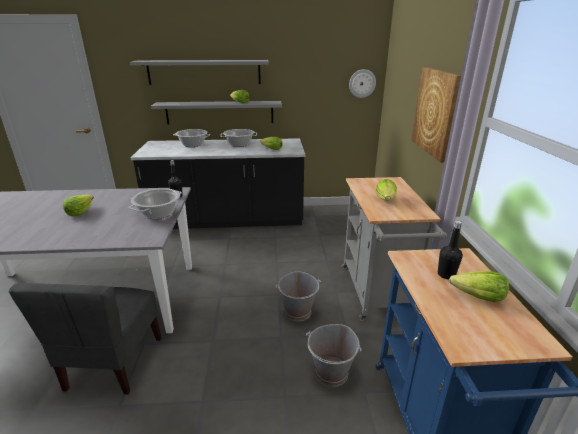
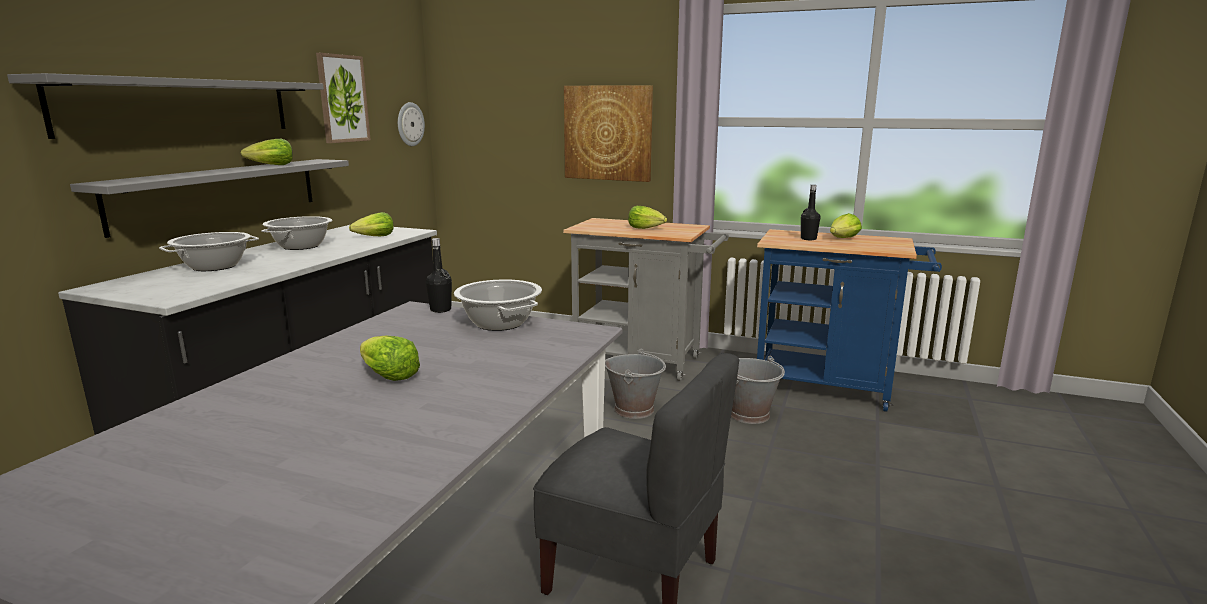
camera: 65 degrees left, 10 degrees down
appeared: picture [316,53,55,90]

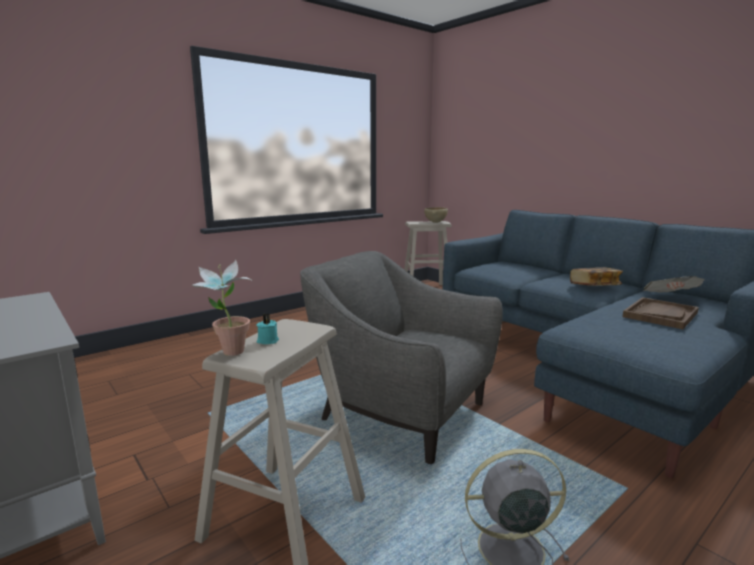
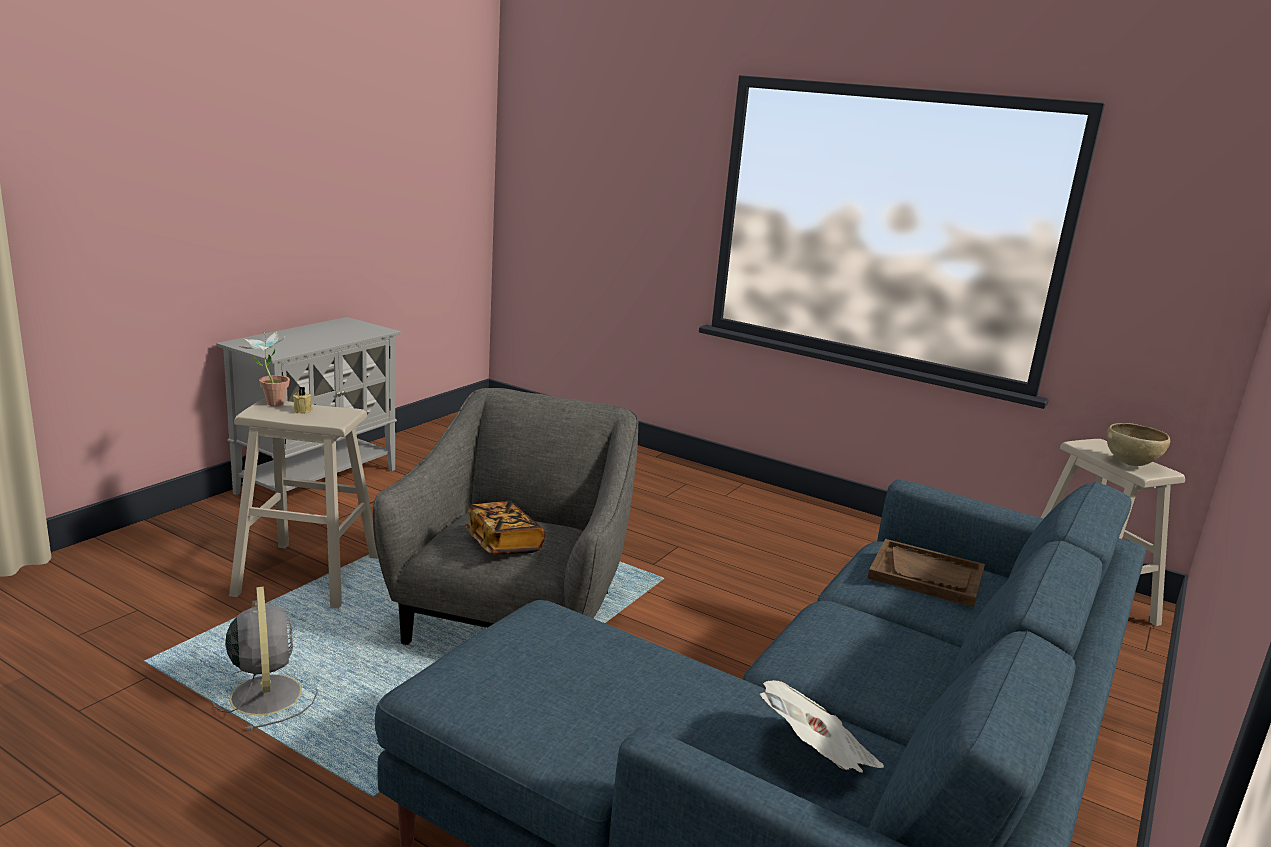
camera: 70 degrees right, 5 degrees up
relocated: book [570,267,53,19] to [465,501,80,54]; brown tray [623,297,76,32] to [868,539,117,68]
colour: turquoise candle [256,313,23,31] to beige candle [293,387,20,27]

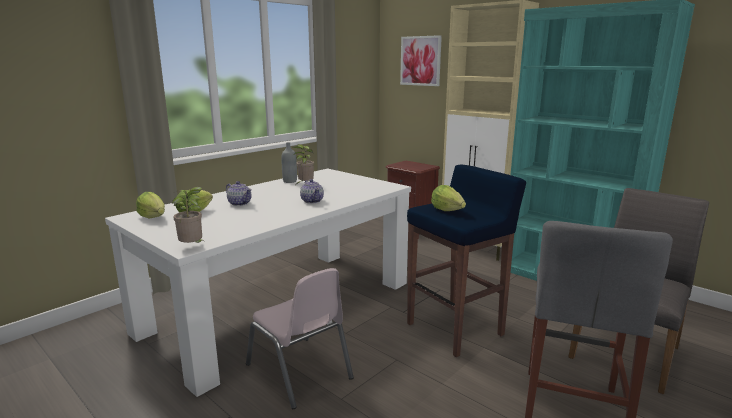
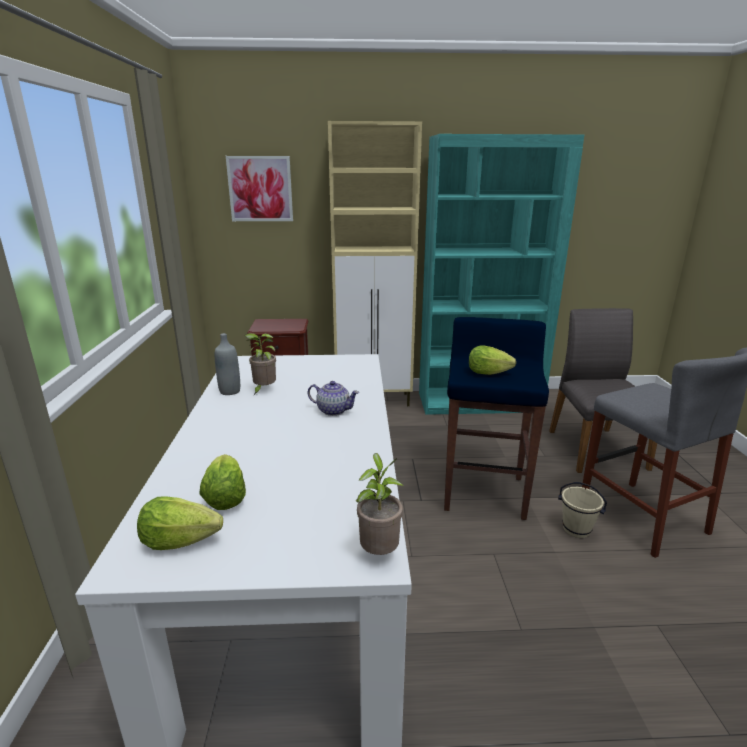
camera: 45 degrees left, 5 degrees up
missing: teapot [226,181,26,25]; pink chair [246,268,108,141]
appeared: beige bucket [558,482,49,56]

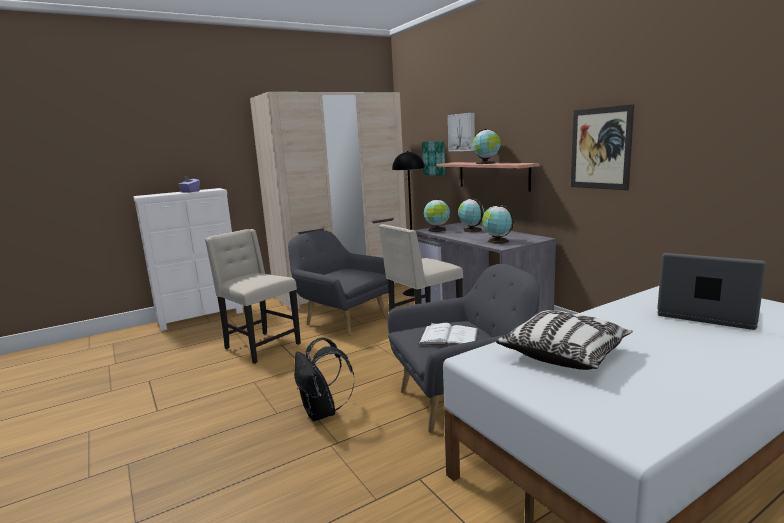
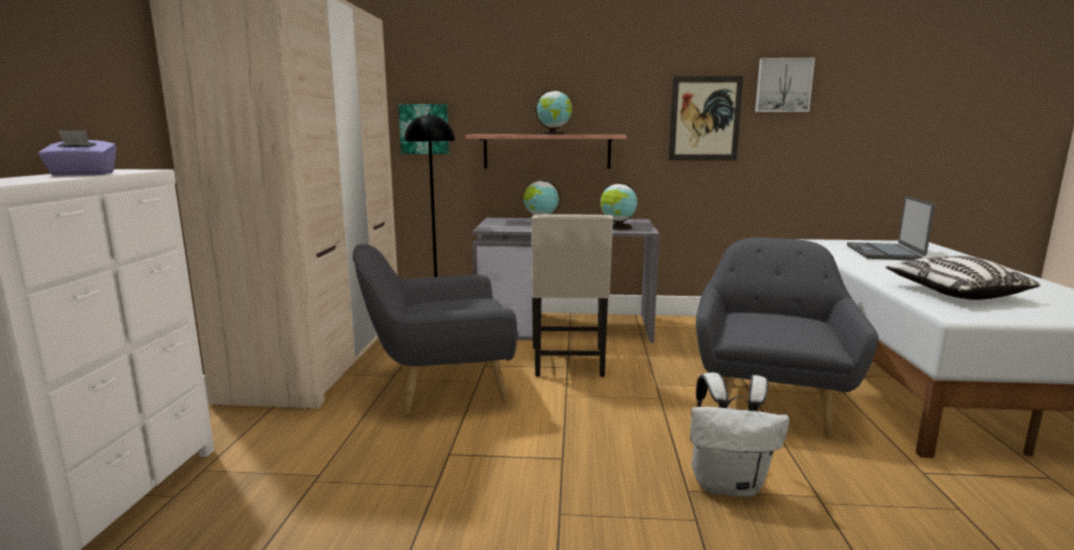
camera: 55 degrees left, 0 degrees up
missing: globe [424,199,26,33]; beige chair [205,229,96,135]; white book [418,323,60,23]
relocated: picture [448,113,27,38] to [755,58,60,54]
colour: black backpack [294,337,61,84] to white backpack [690,373,100,124]
spun: laptop [657,253,109,77] = [847,196,88,64] 60 degrees counterclockwise

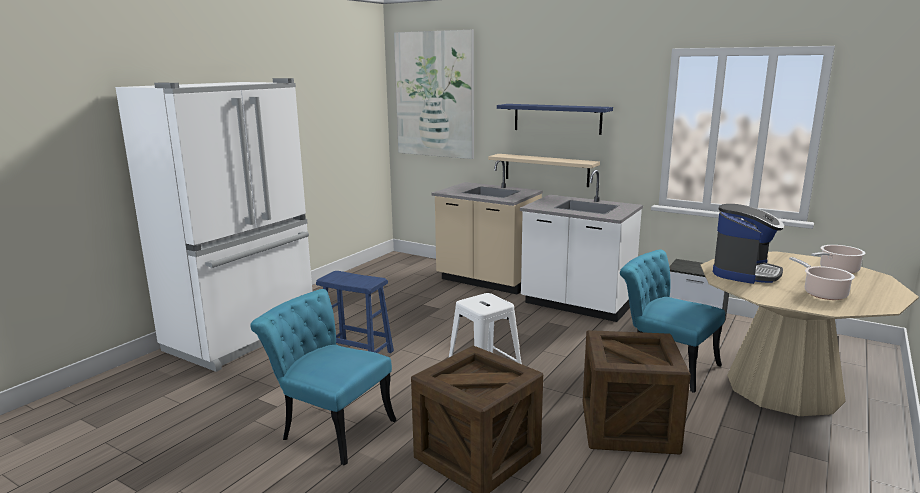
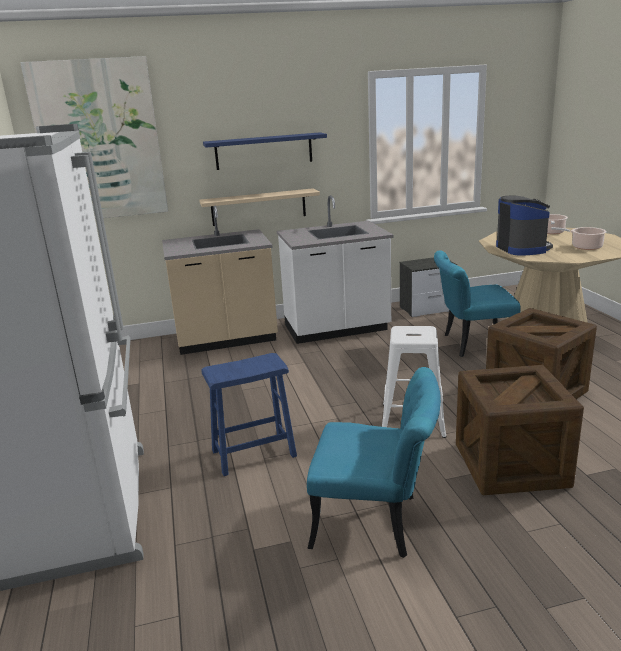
camera: 45 degrees left, 5 degrees up
spun: turquoise chair [250,289,146,177] = [307,367,134,191] 150 degrees counterclockwise

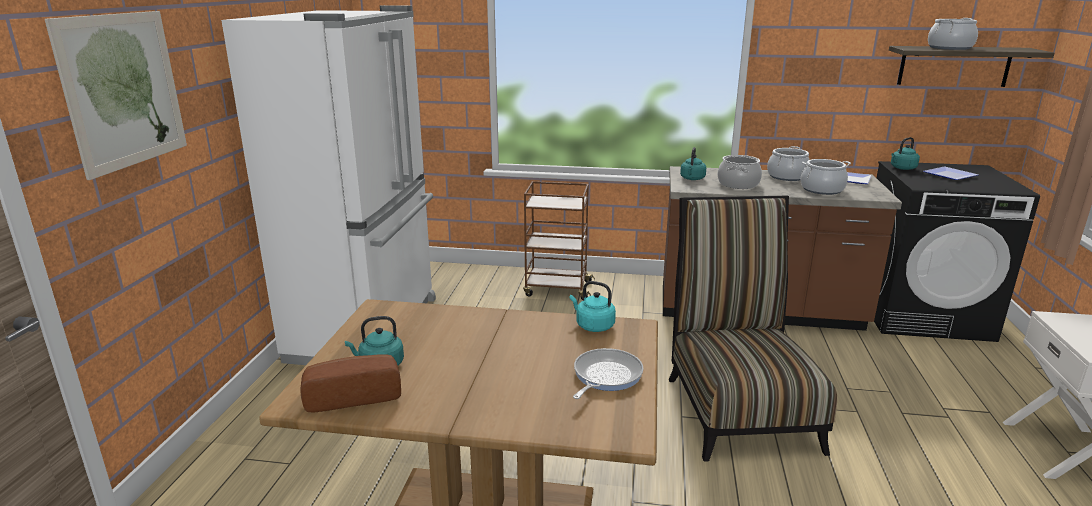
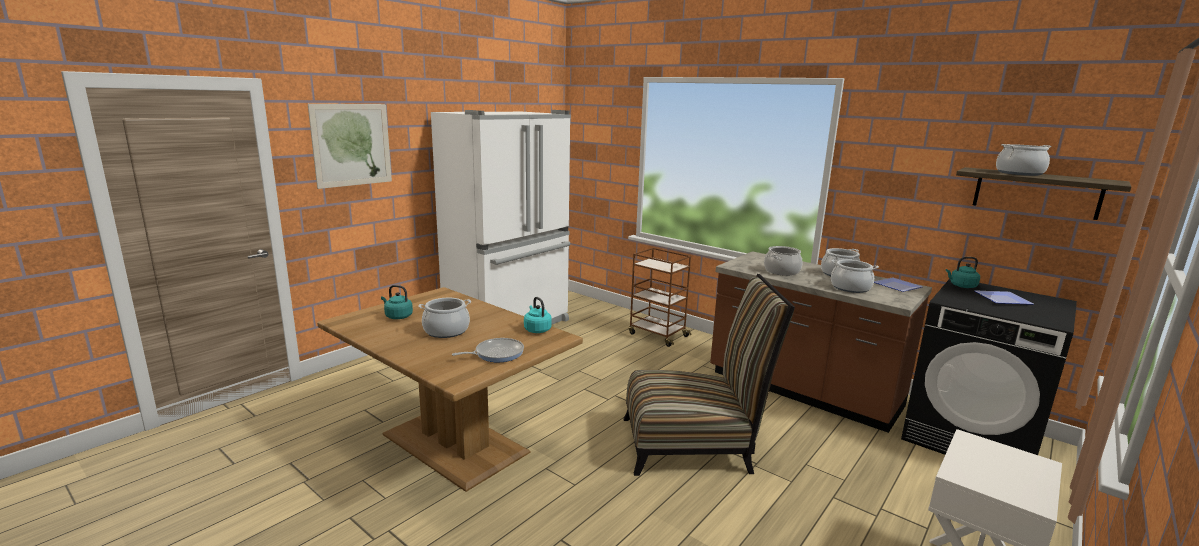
camera: 30 degrees right, 5 degrees down
missing: turquoise kettle [680,147,26,33]; bread [301,354,100,59]
appeared: cooking pot [418,298,53,40]
spun: chair [669,196,168,266] = [624,274,171,202] 60 degrees clockwise

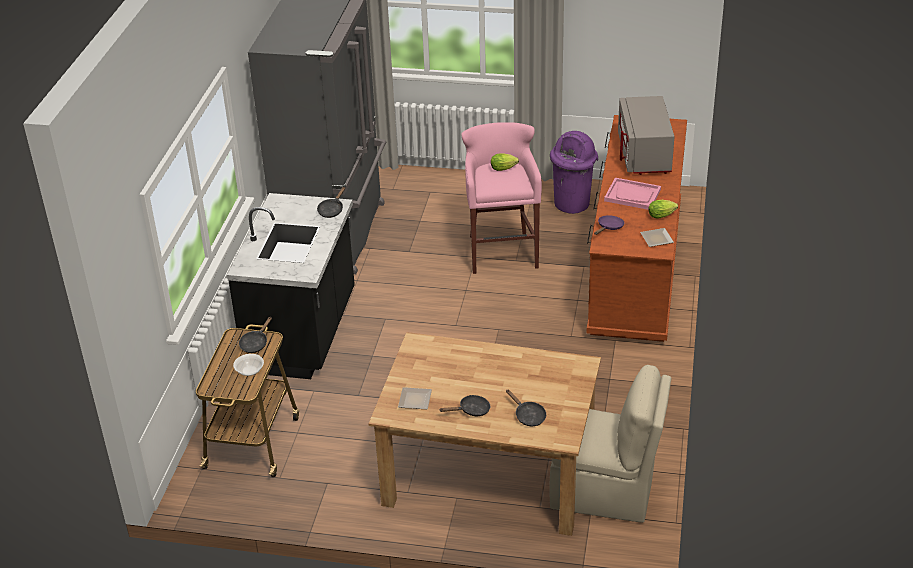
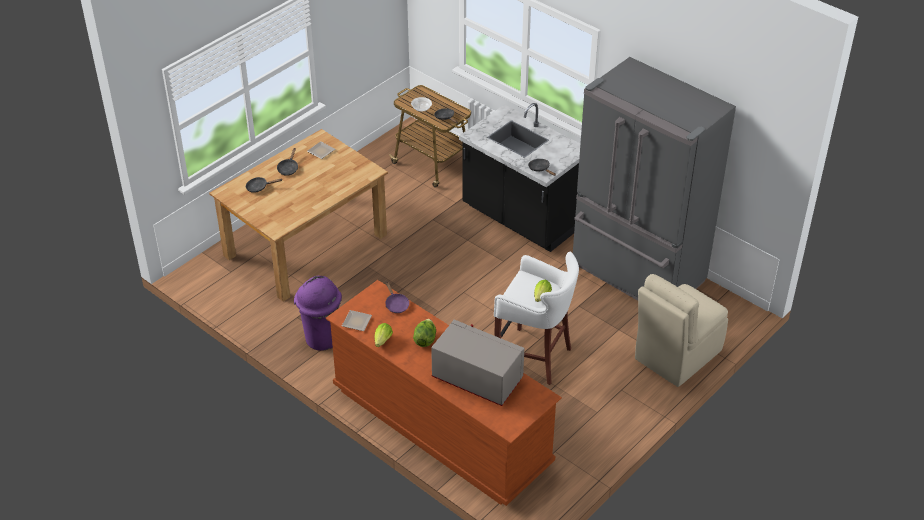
camera: 120 degrees right, 5 degrees up
relocated: purple trash can [550,131,48,83] to [294,276,48,75]; beige chair [549,365,122,158] to [635,274,93,113]
exchanged: pink tray [604,178,57,32] to lettuce [413,319,23,28]
colour: pink stool [461,122,81,152] to white stool [494,252,85,133]

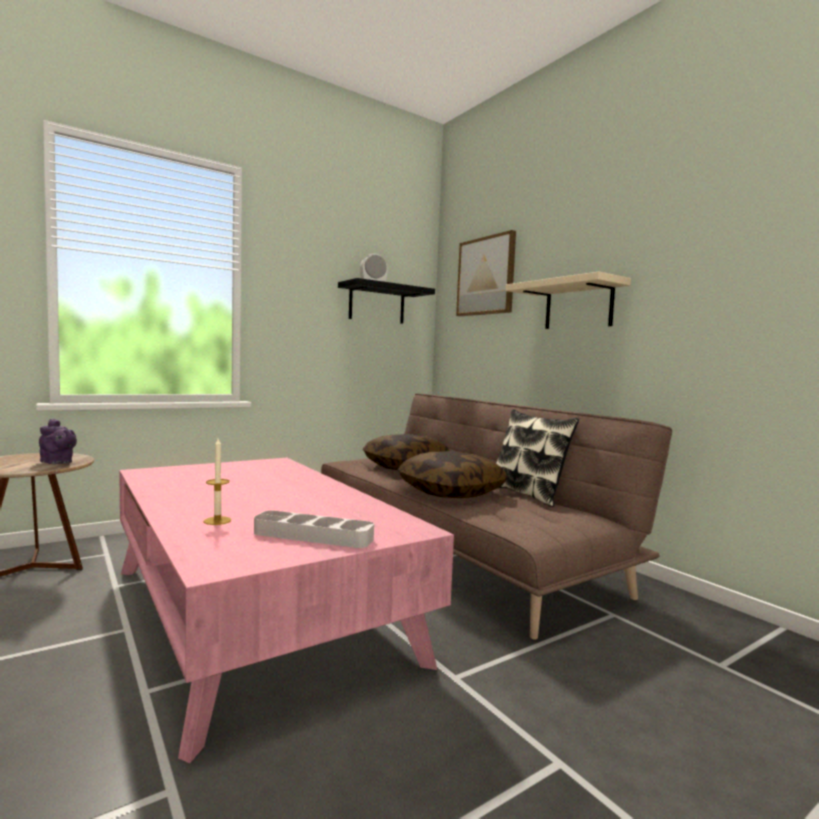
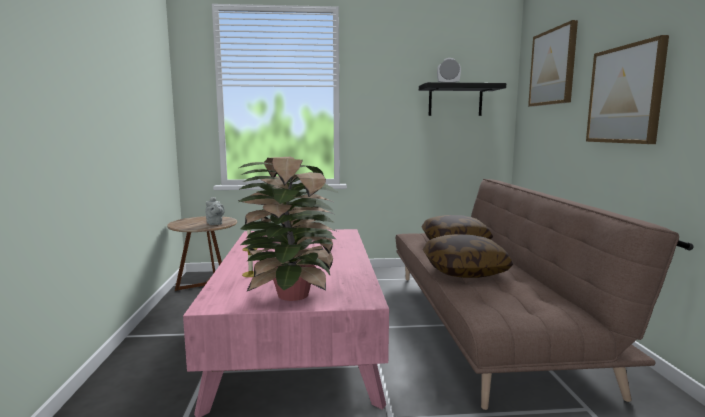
camera: 30 degrees right, 5 degrees up
missing: pillow [496,409,83,98]
exchanged: beige shelf [506,272,125,57] to picture [586,35,83,109]; grey tray [254,510,120,38] to potted plant [238,157,100,144]
colour: purple teapot [39,419,38,45] to grey teapot [205,197,20,28]

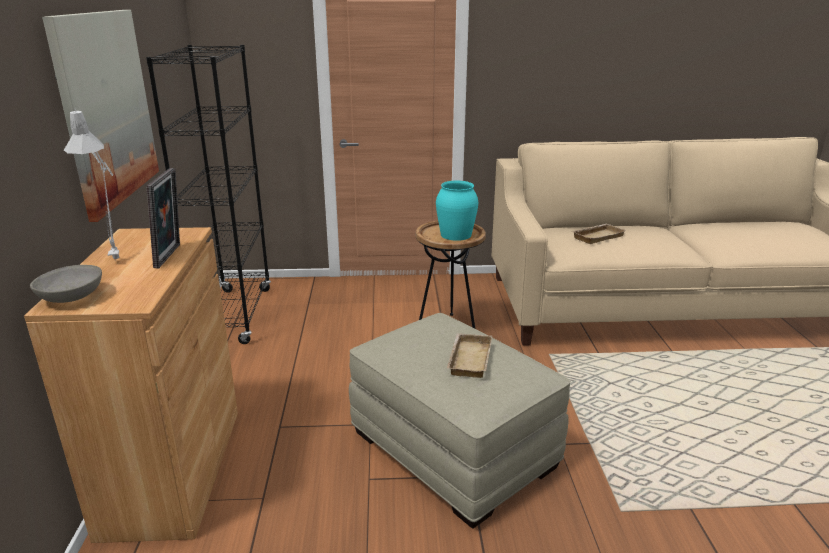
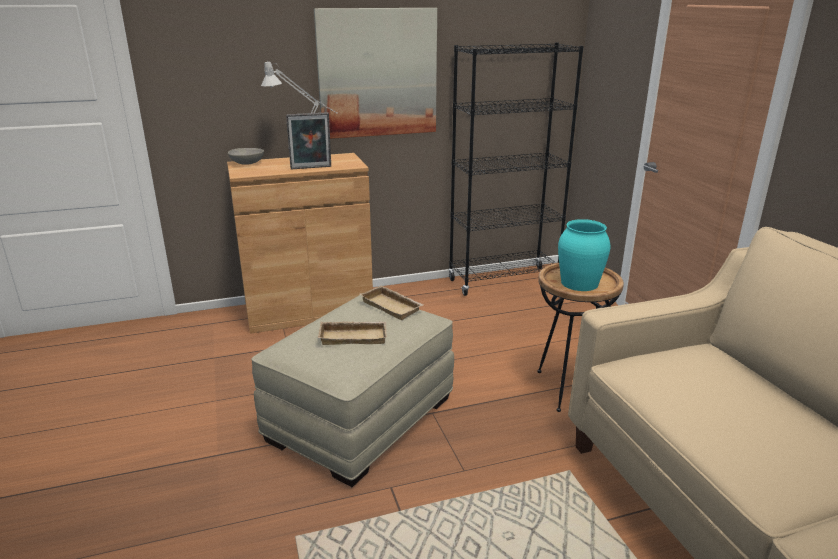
camera: 75 degrees right, 0 degrees up
relocated: beige tray [572,224,54,20] to [360,285,63,35]

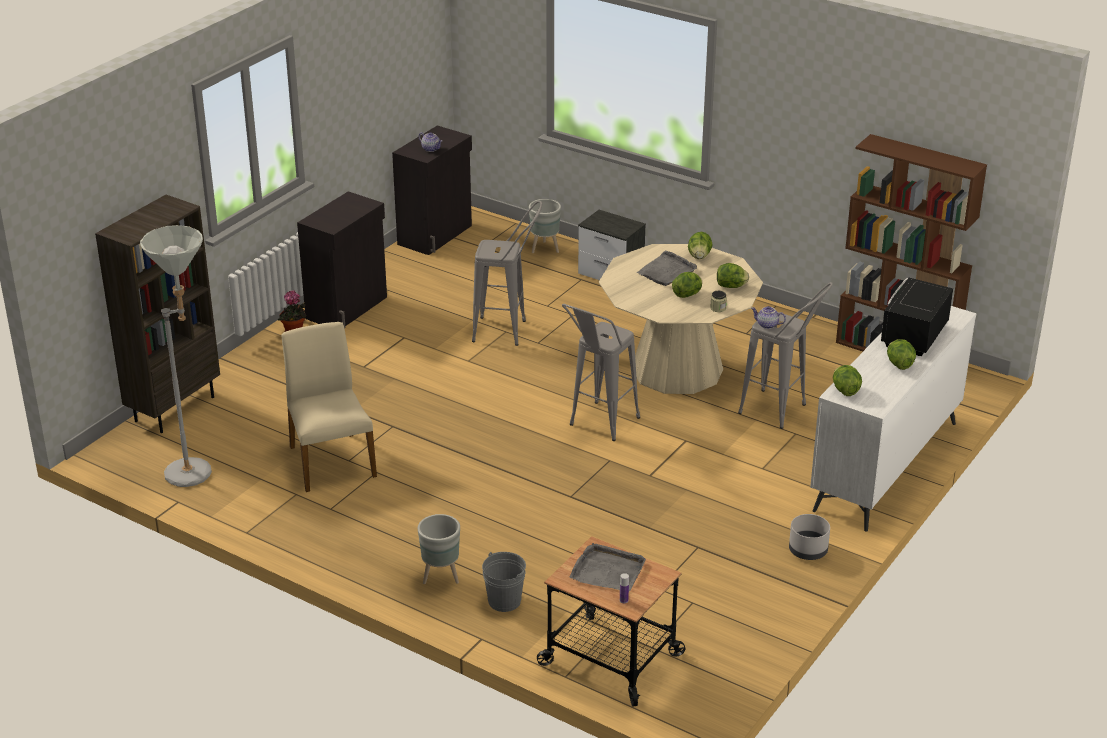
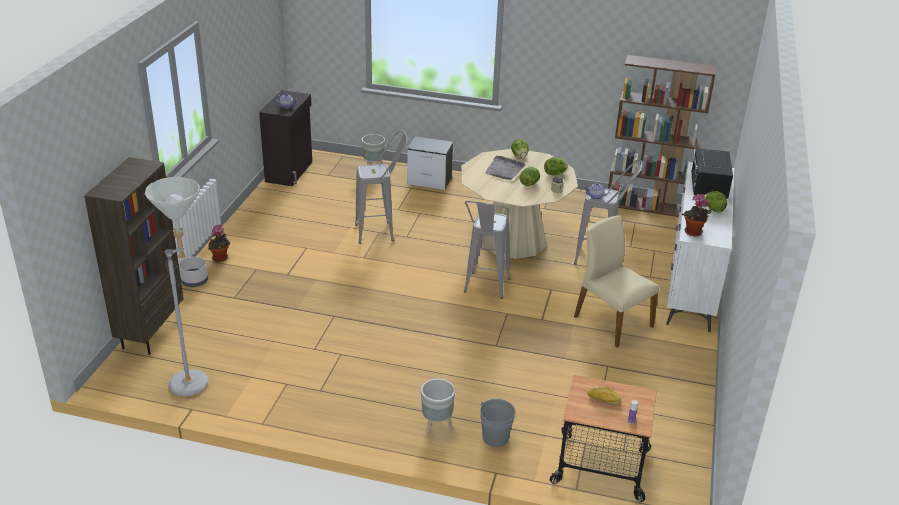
camera: 20 degrees left, 0 degrees up
missing: black cabinet [297,191,90,137]
relocated: beige chair [282,322,95,170] to [574,215,85,132]; grey planter [789,514,41,46] to [179,257,29,30]
exchanged: lettuce [833,365,29,31] to potted plant [682,194,30,42]; grey tray [570,543,76,48] to bread [588,386,33,18]

